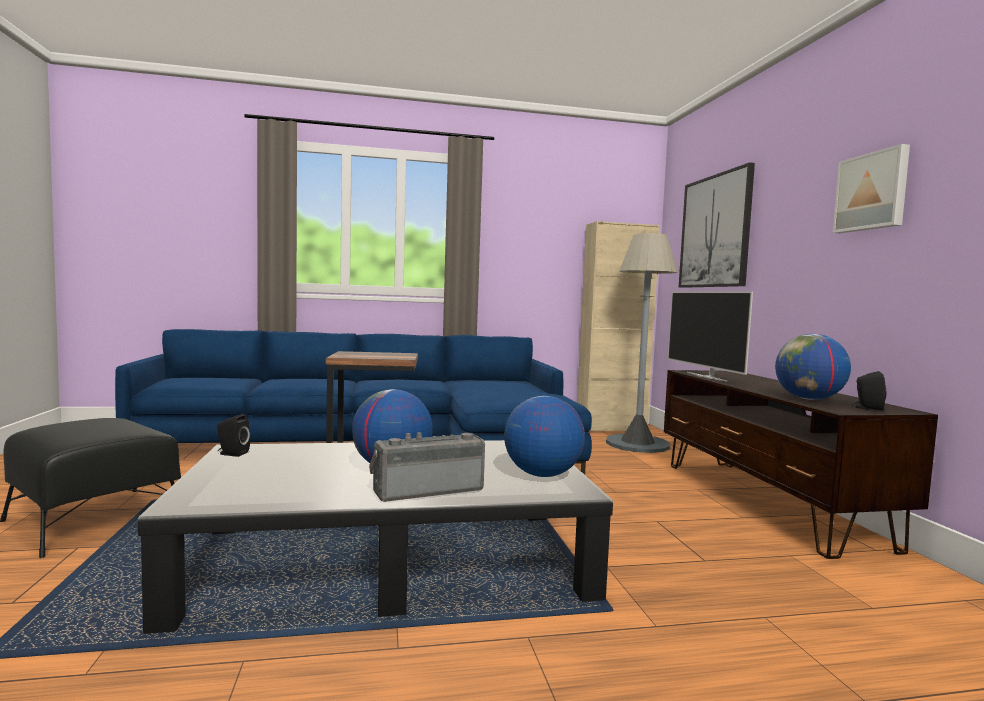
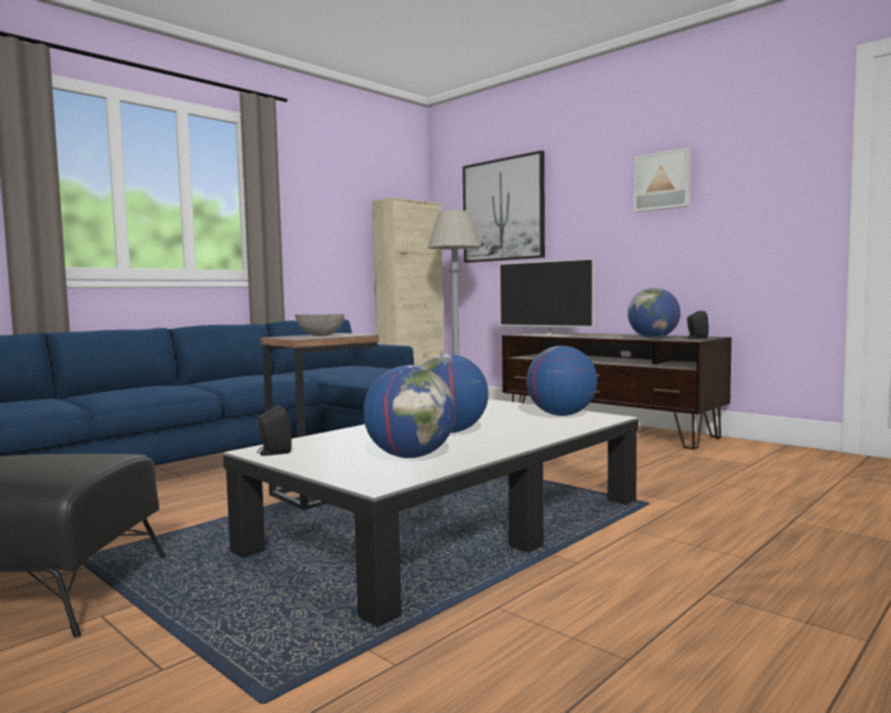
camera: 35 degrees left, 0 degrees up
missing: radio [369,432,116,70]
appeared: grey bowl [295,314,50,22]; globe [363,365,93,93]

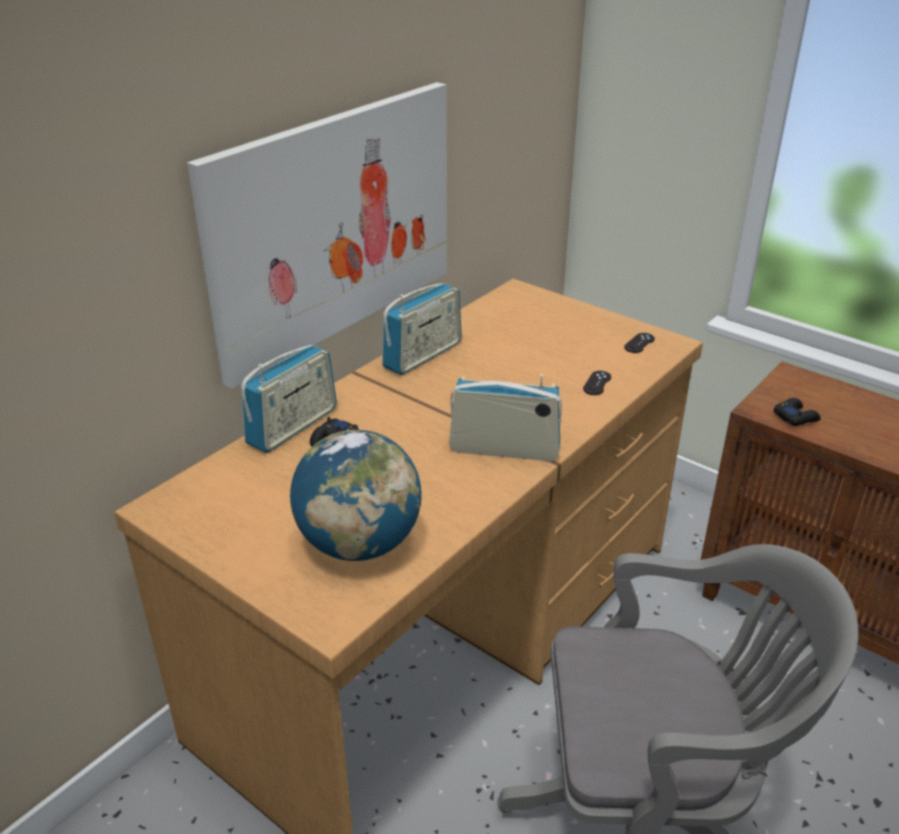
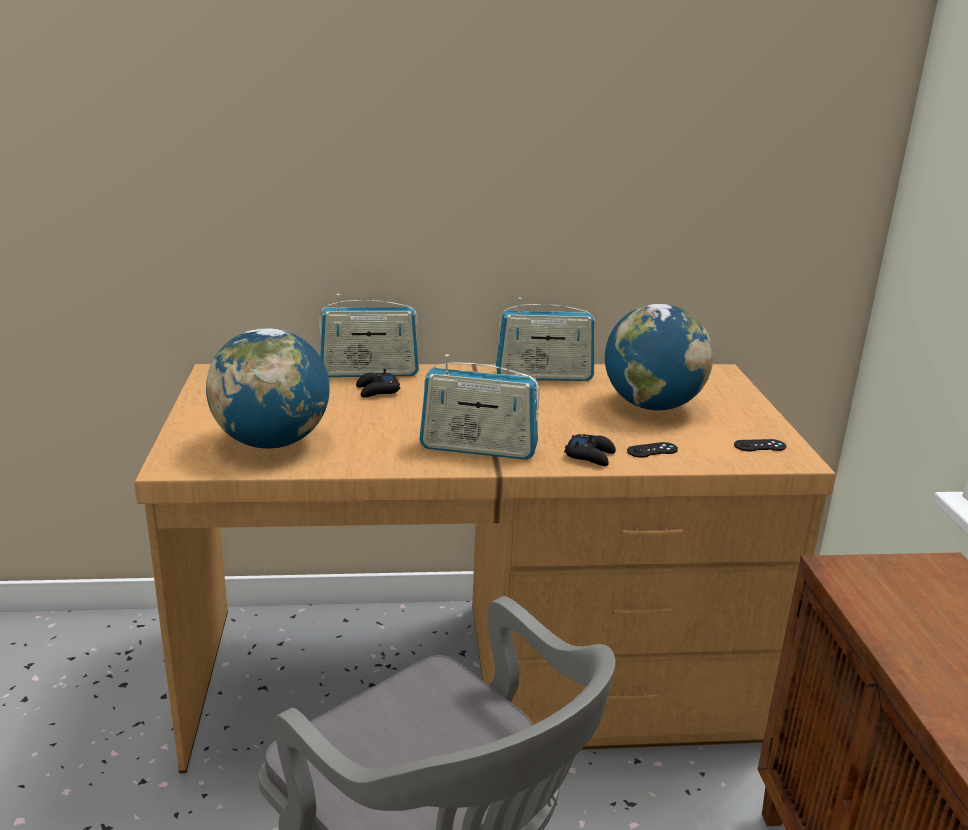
camera: 45 degrees right, 10 degrees down
missing: picture [187,82,260,307]
appeared: globe [605,304,108,106]
relocated: black game controller [774,398,47,28] to [564,434,52,32]
spun: radio [449,374,113,87] = [419,354,121,106] 135 degrees clockwise

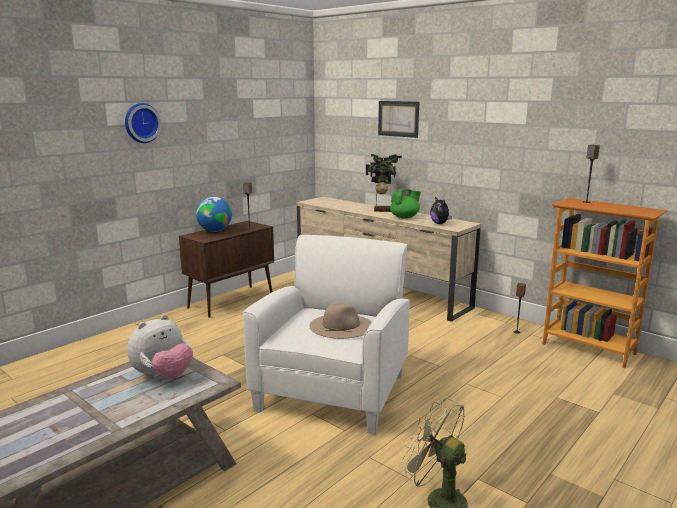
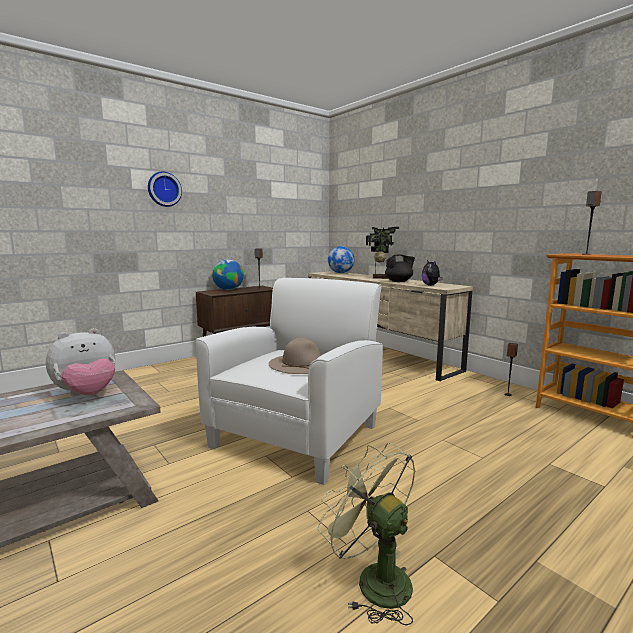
camera: 10 degrees right, 5 degrees down
missing: picture [378,101,41,37]
appeared: globe [328,246,27,27]
colour: green teapot [390,189,31,30] to black teapot [385,254,30,28]

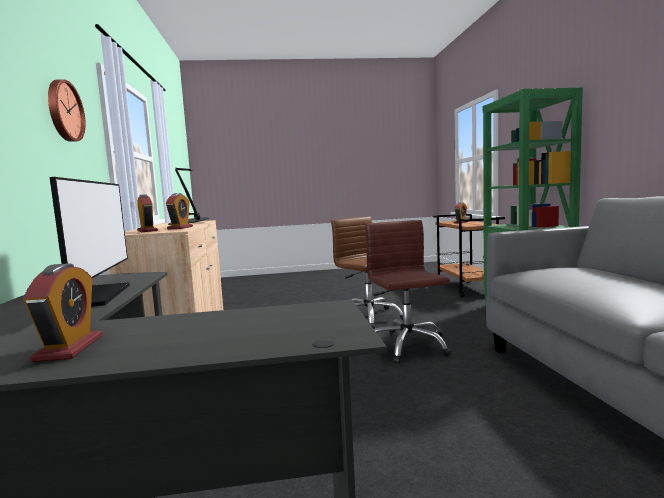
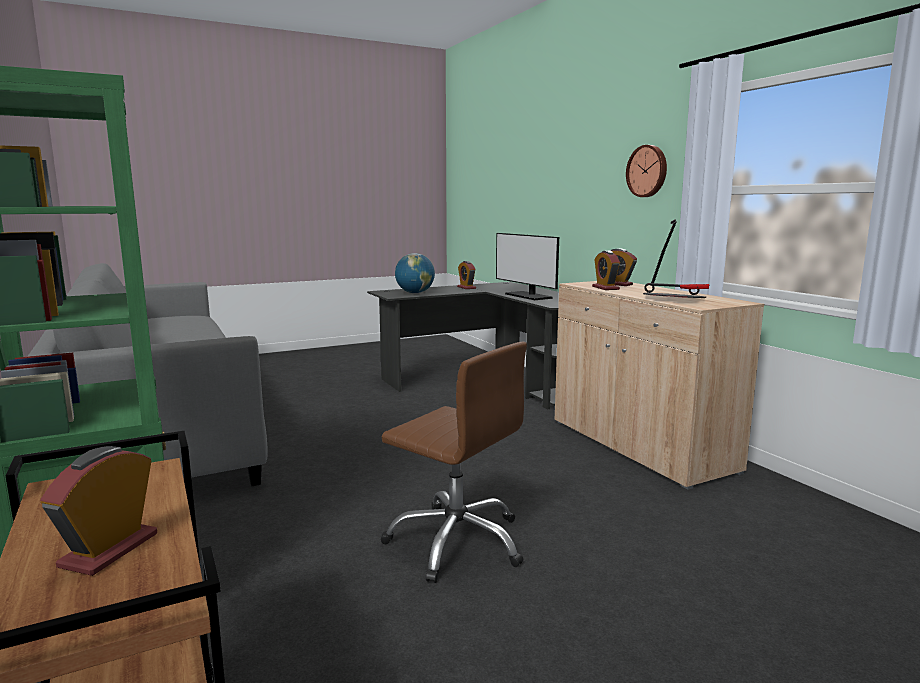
camera: 160 degrees right, 5 degrees up
missing: brown office chair [365,220,87,143]
appeared: globe [395,253,40,40]

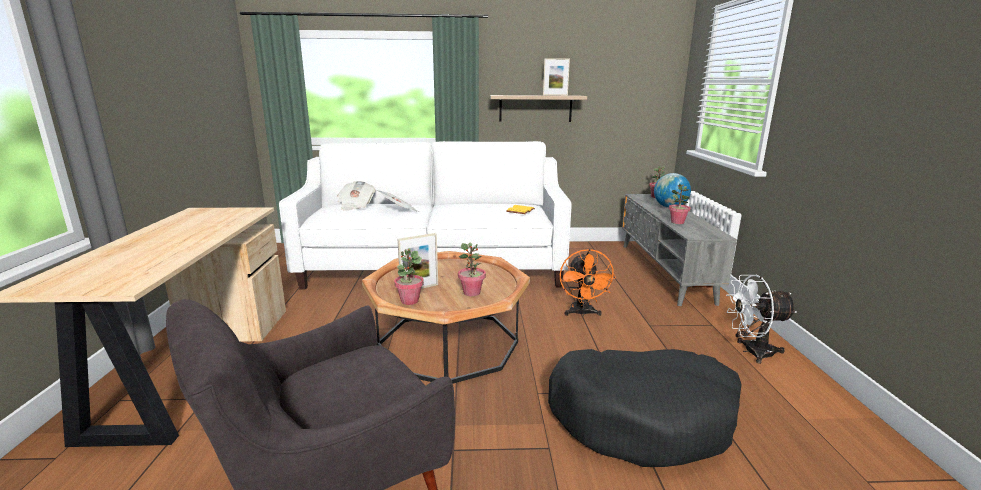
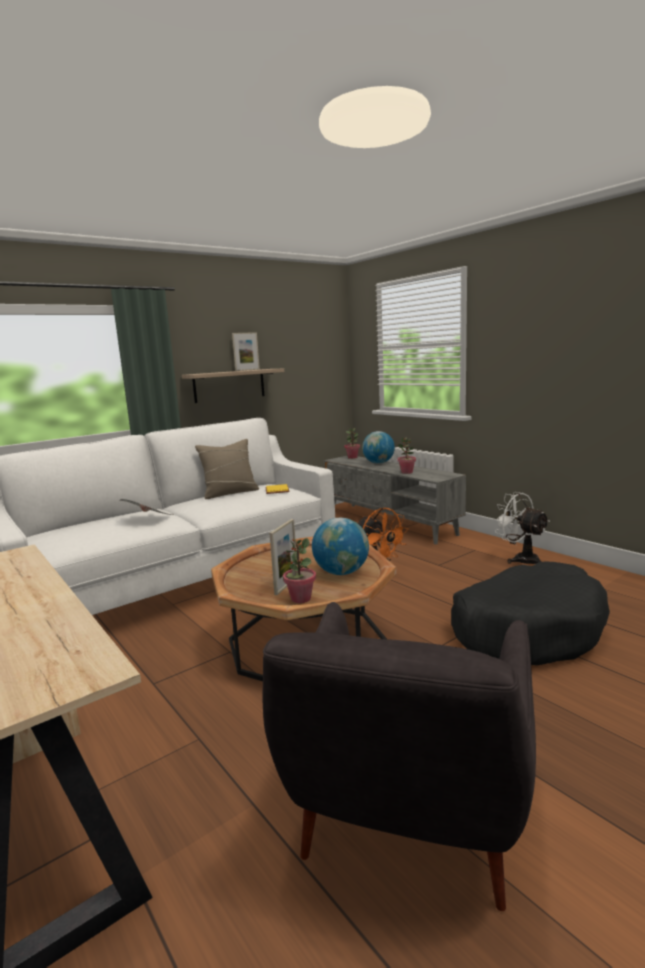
camera: 35 degrees left, 5 degrees down
missing: newspaper [337,181,38,30]
appeared: beige pillow [195,439,64,60]
exchanged: potted plant [458,243,28,53] to globe [312,518,57,57]
spun: white fan [726,275,71,89] = [493,492,57,72] 90 degrees clockwise

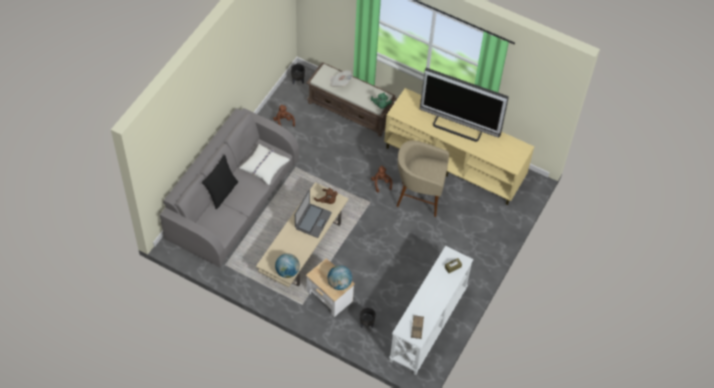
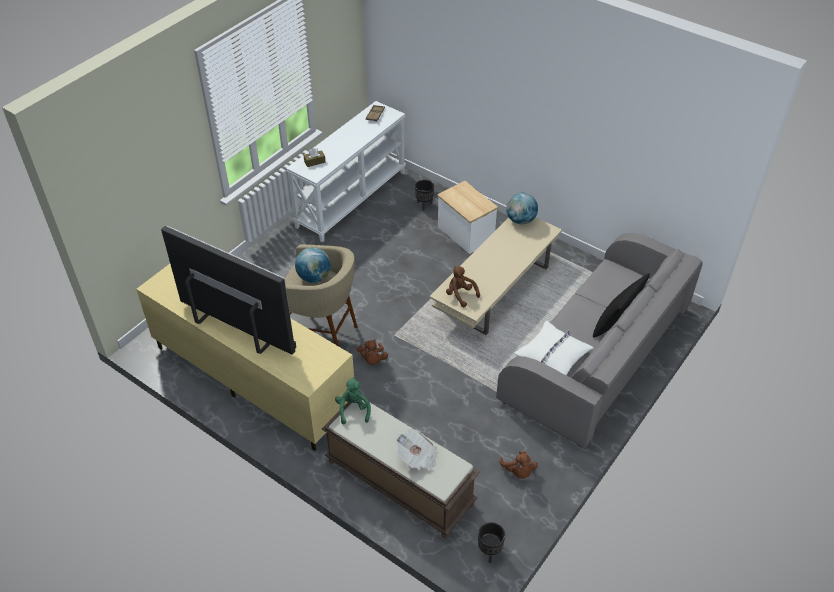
camera: 170 degrees left, 10 degrees down
missing: laptop [295,190,37,48]
relocated: globe [327,265,25,25] to [295,247,36,36]

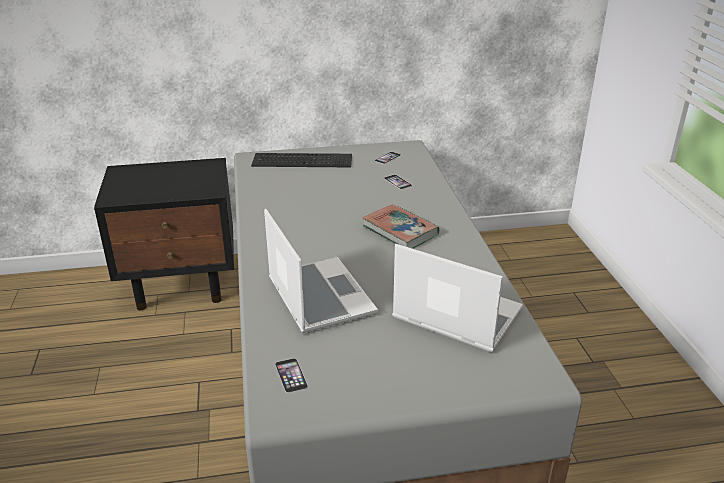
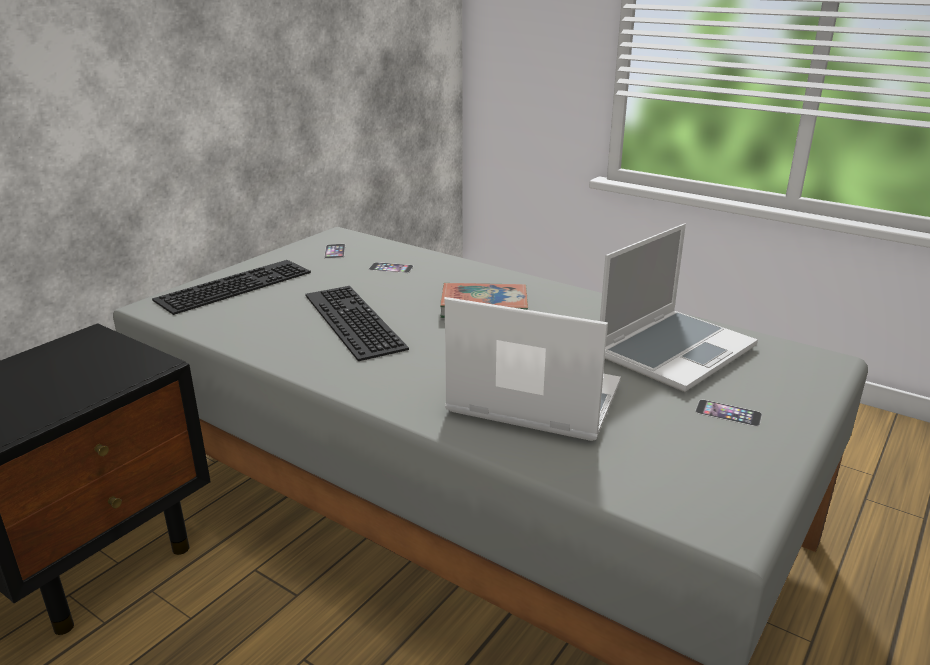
camera: 45 degrees left, 5 degrees down
appeared: keyboard [305,286,104,75]
relocated: phone [275,358,33,35] to [695,400,67,27]
spun: laptop [392,244,131,108] = [600,224,158,168] 150 degrees clockwise

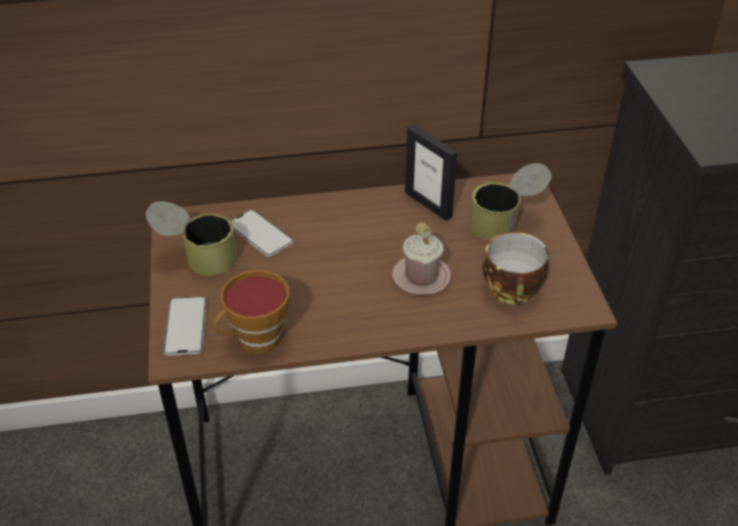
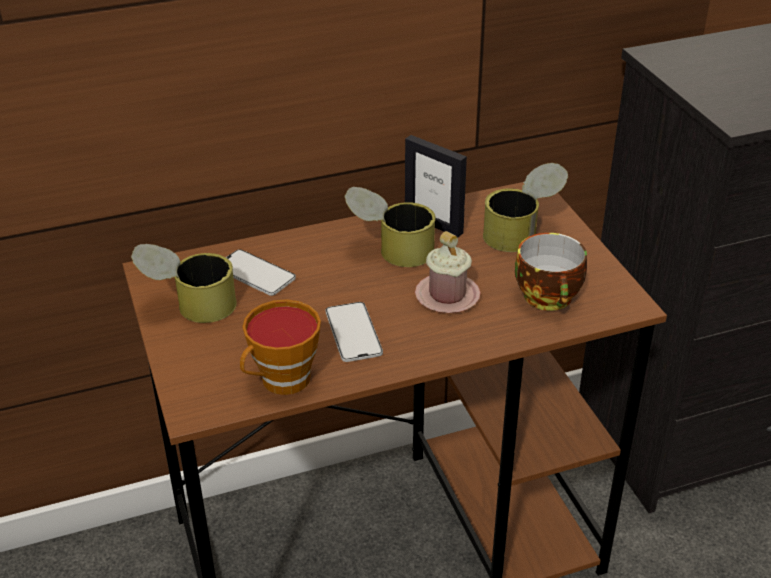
camera: 10 degrees left, 5 degrees down
appeared: can [345,187,91,80]
relocated: phone [163,296,44,60] to [325,302,58,60]

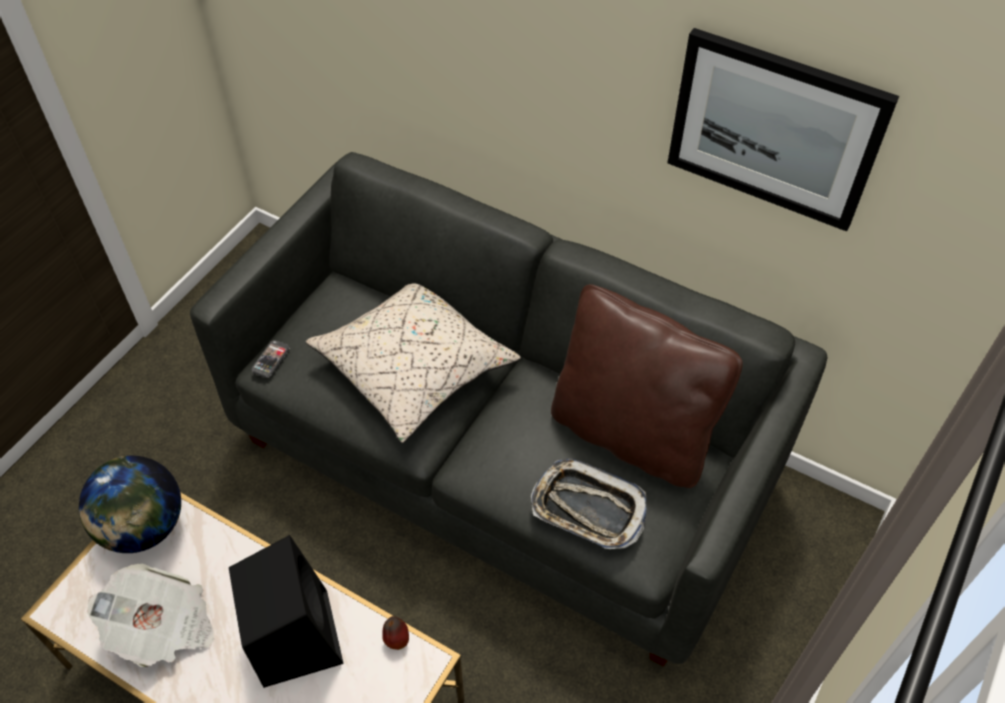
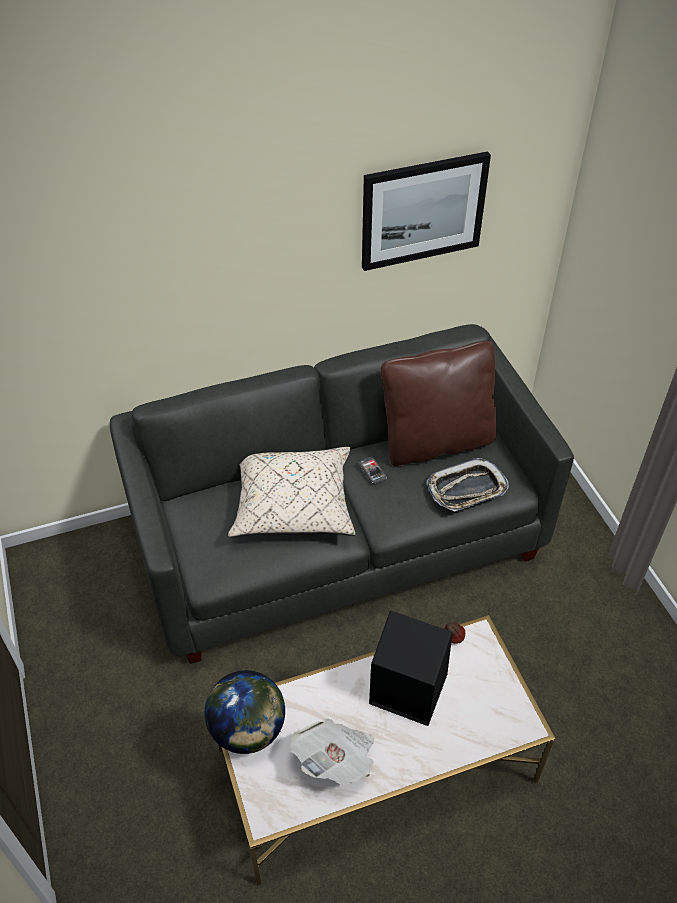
camera: 50 degrees left, 5 degrees down
relocated: phone [251,340,39,38] to [359,457,28,27]

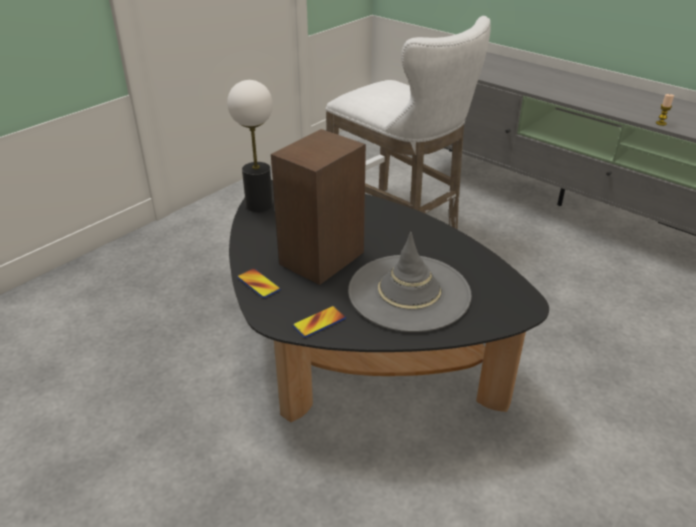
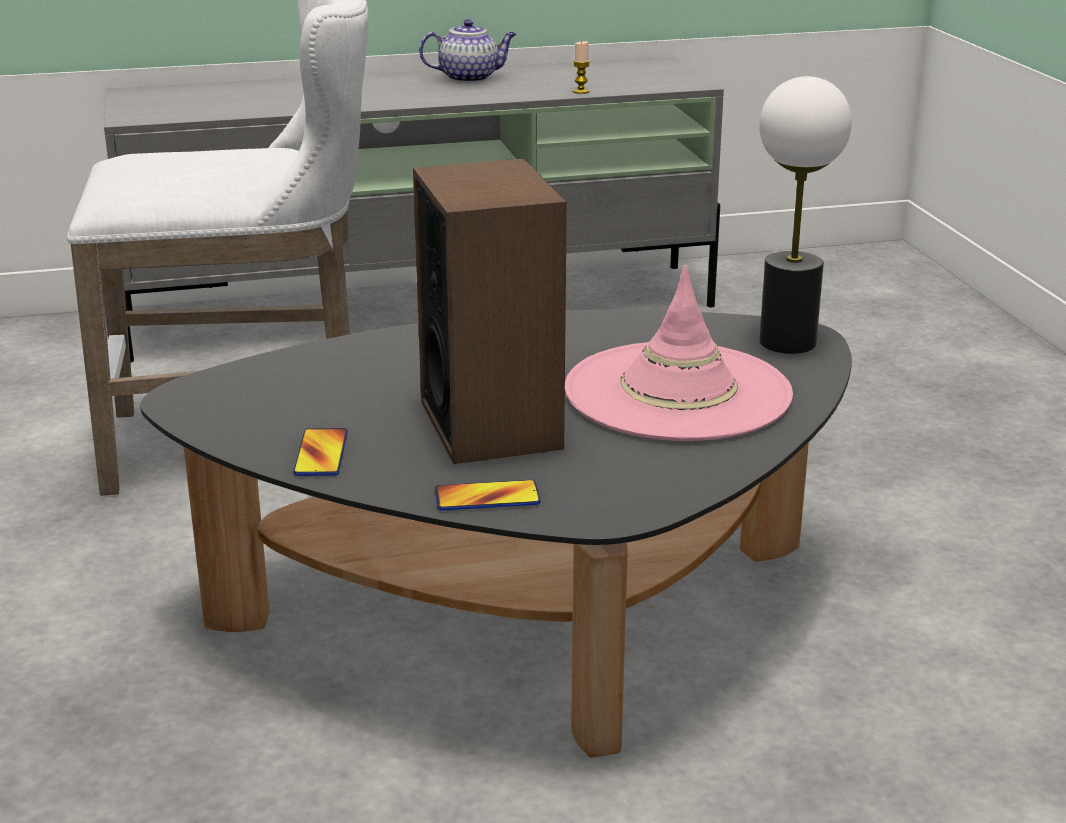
camera: 55 degrees left, 10 degrees down
appeared: teapot [419,19,97,64]
relocated: table lamp [227,80,46,132] to [759,76,93,278]; phone [293,306,53,32] to [293,428,55,48]
colour: grey hat [348,232,124,100] to pink hat [565,265,228,176]

